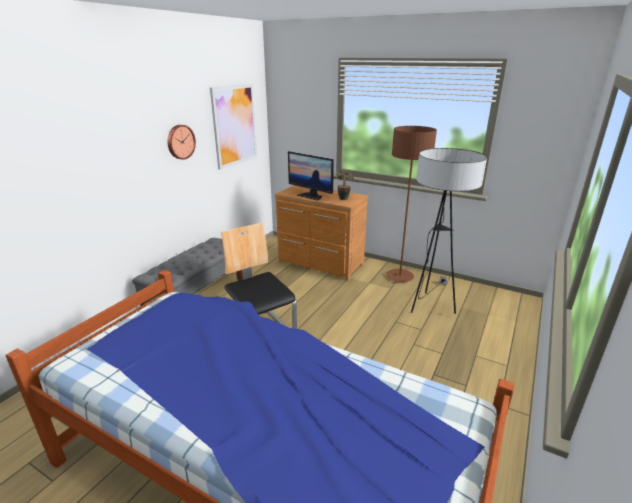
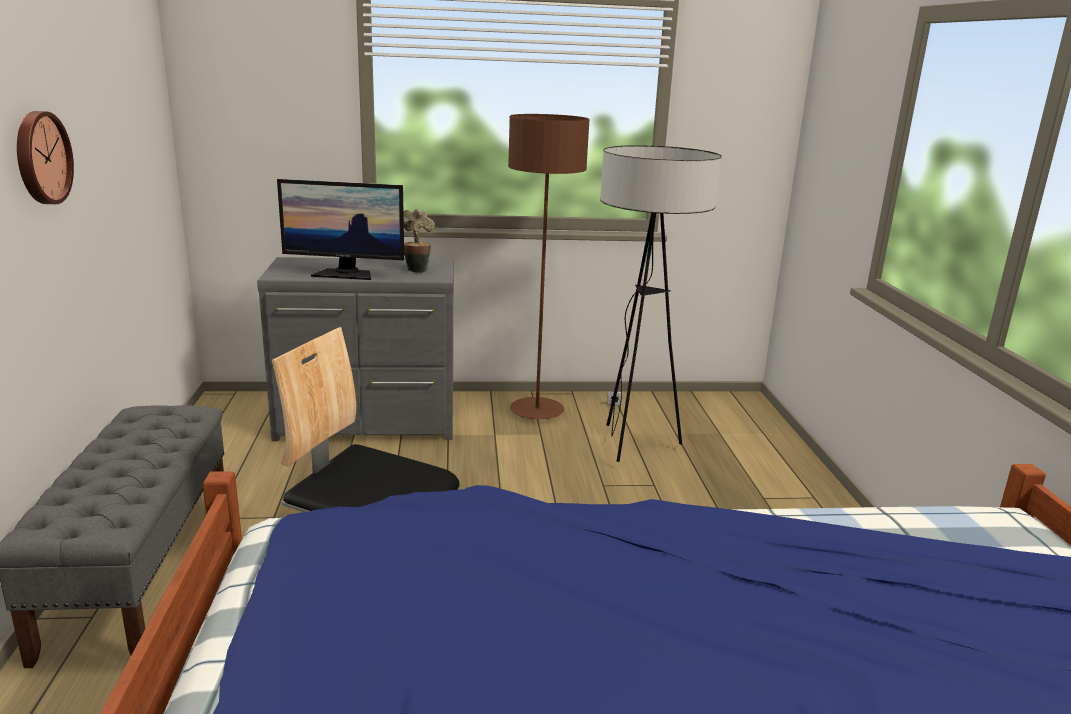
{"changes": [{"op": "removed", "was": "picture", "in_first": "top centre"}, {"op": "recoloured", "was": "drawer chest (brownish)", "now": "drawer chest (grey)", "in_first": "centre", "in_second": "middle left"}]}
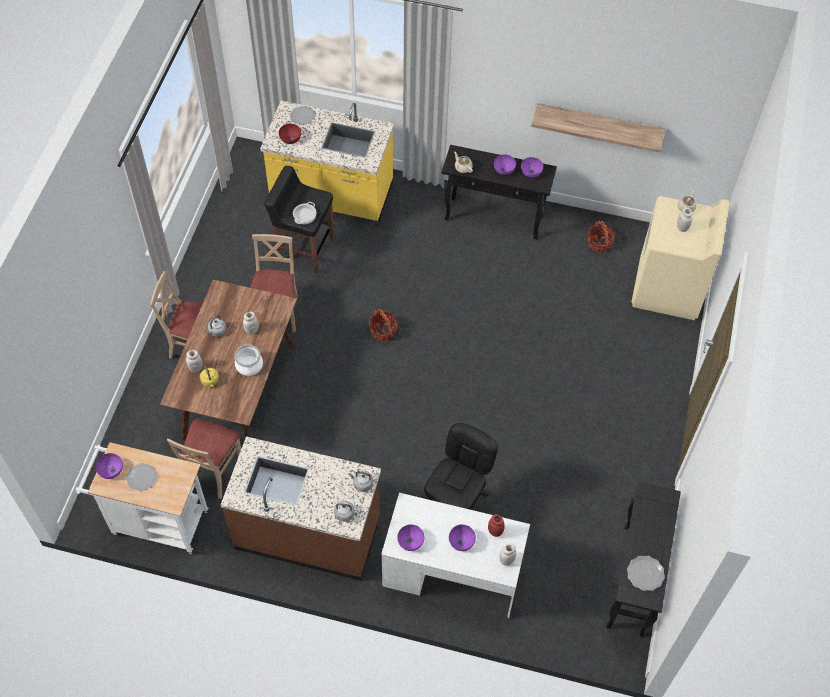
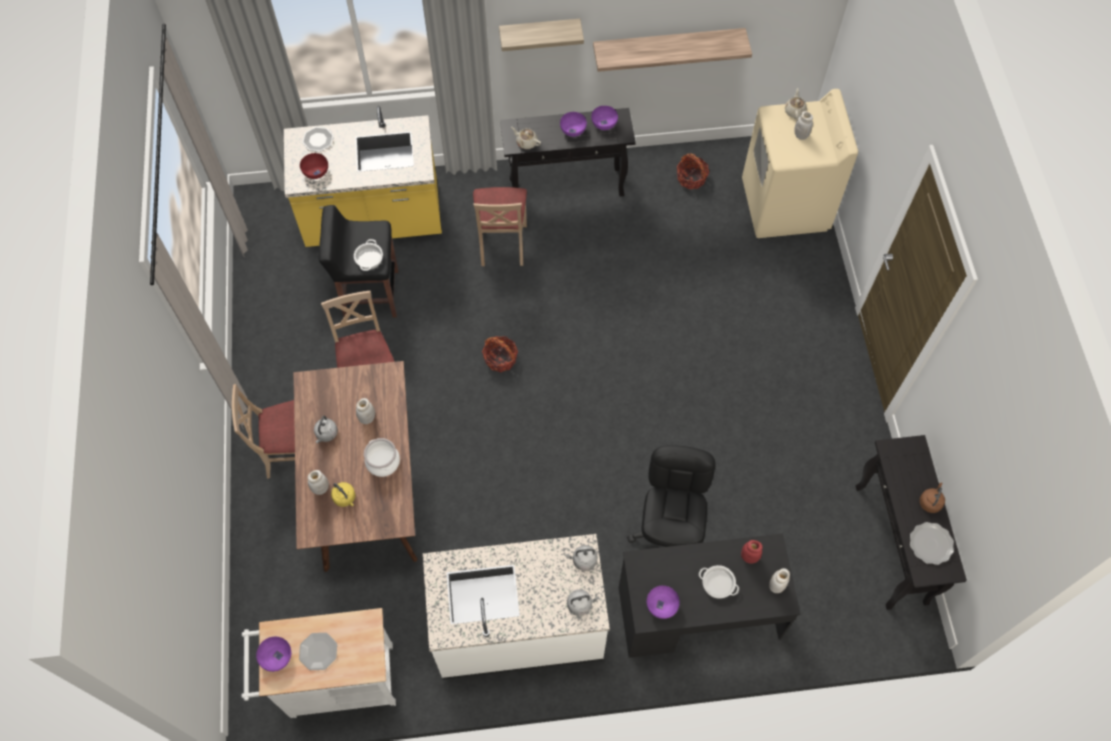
{"changes": [{"op": "moved", "was": "plain chair (beige) (2nd from left in the first image)", "now": "plain chair (beige) (3rd from left)", "in_first": "middle left", "in_second": "top centre"}, {"op": "recoloured", "was": "counter (brownish)", "now": "counter (whitish)", "in_first": "bottom centre", "in_second": "bottom centre"}, {"op": "recoloured", "was": "desk table (whitish)", "now": "desk table (black)", "in_first": "bottom centre", "in_second": "bottom centre"}, {"op": "replaced", "was": "bowl (purplish) (3rd from left)", "now": "stockpot (3rd from left)", "in_first": "bottom centre", "in_second": "bottom centre"}, {"op": "added", "now": "bracket shelf (1st from left)", "in_second": "top centre"}, {"op": "added", "now": "tea kettle (brownish)", "in_second": "bottom right"}]}
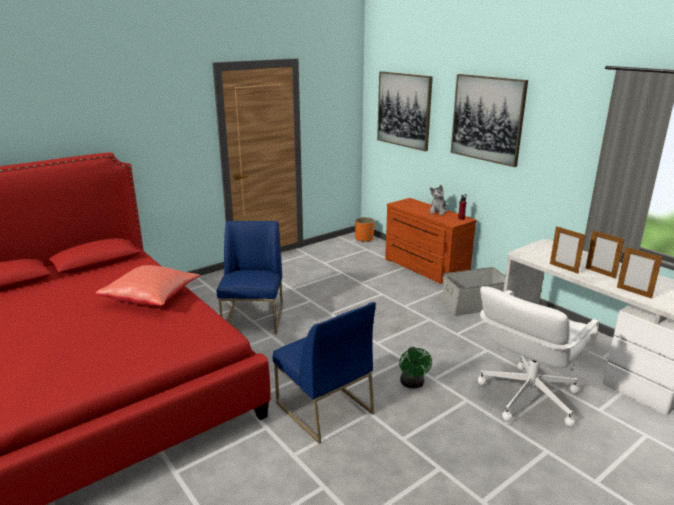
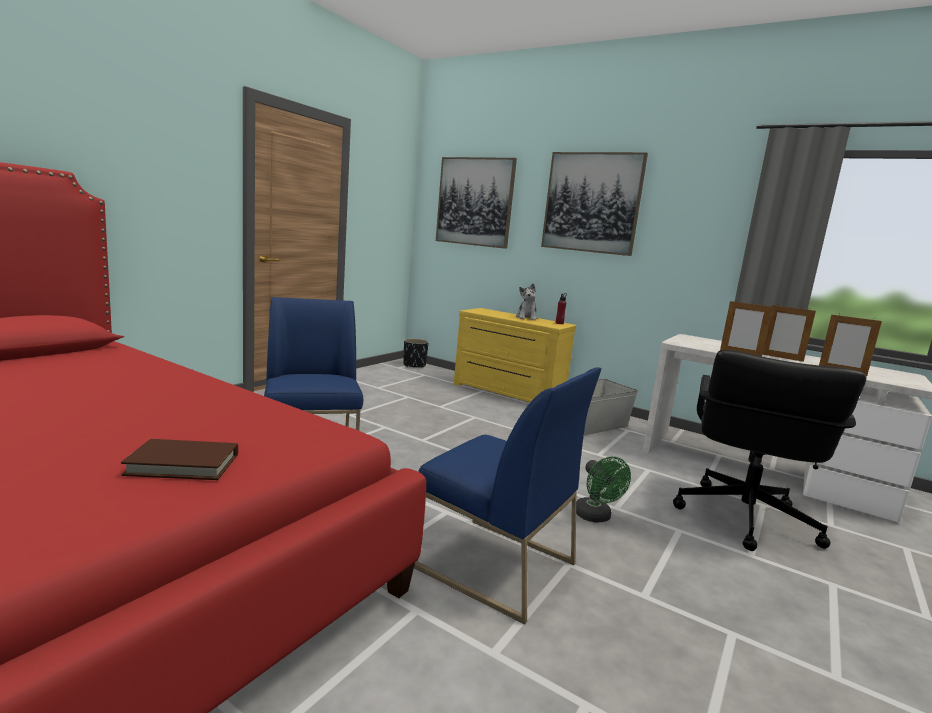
{"changes": [{"op": "removed", "was": "throw pillow (red-coloured)", "in_first": "middle left"}, {"op": "recoloured", "was": "planter (orangey)", "now": "planter (black)", "in_first": "centre", "in_second": "centre"}, {"op": "recoloured", "was": "drawer chest (brownish)", "now": "drawer chest (yellowish)", "in_first": "centre", "in_second": "centre"}, {"op": "recoloured", "was": "office chair (whitish)", "now": "office chair (black)", "in_first": "bottom right", "in_second": "middle right"}, {"op": "added", "now": "book (brownish)", "in_second": "middle left"}]}
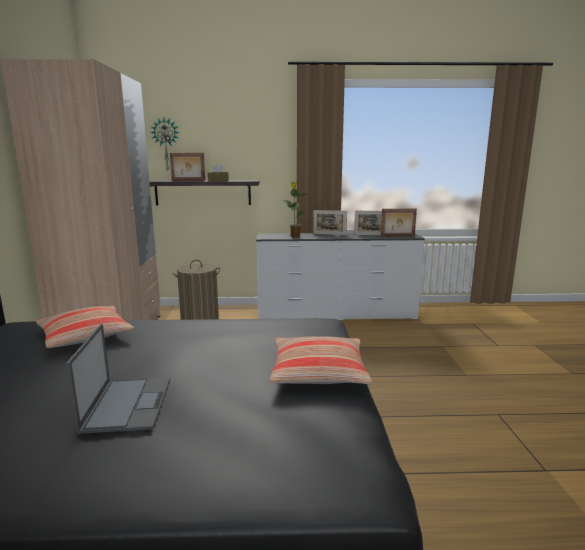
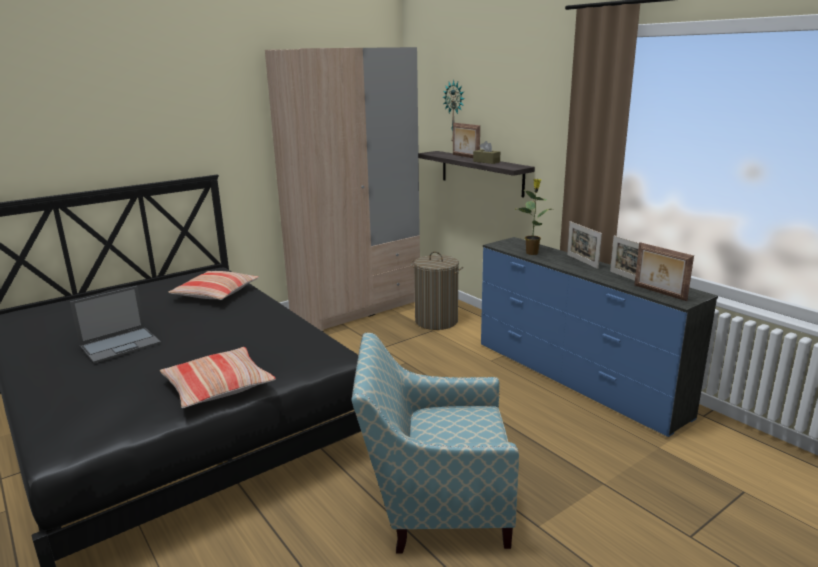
{"changes": [{"op": "recoloured", "was": "drawer chest (whitish)", "now": "drawer chest (bluish)", "in_first": "centre", "in_second": "middle right"}, {"op": "added", "now": "lounge chair", "in_second": "bottom centre"}]}
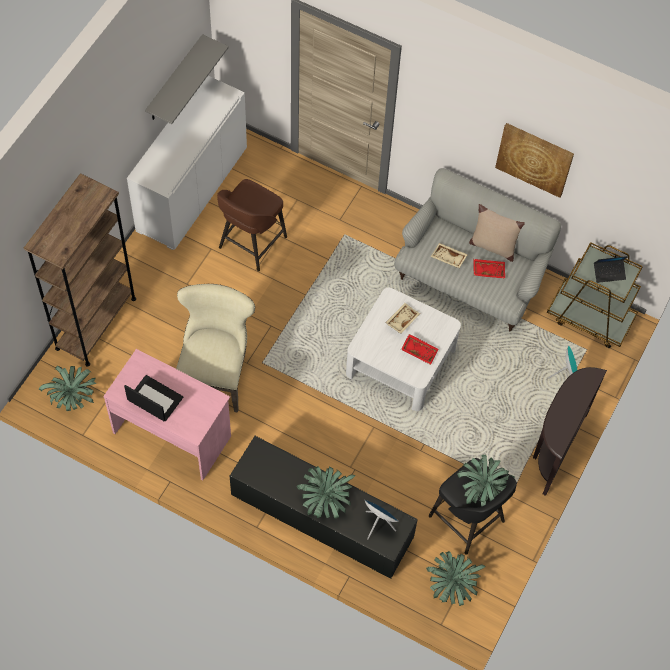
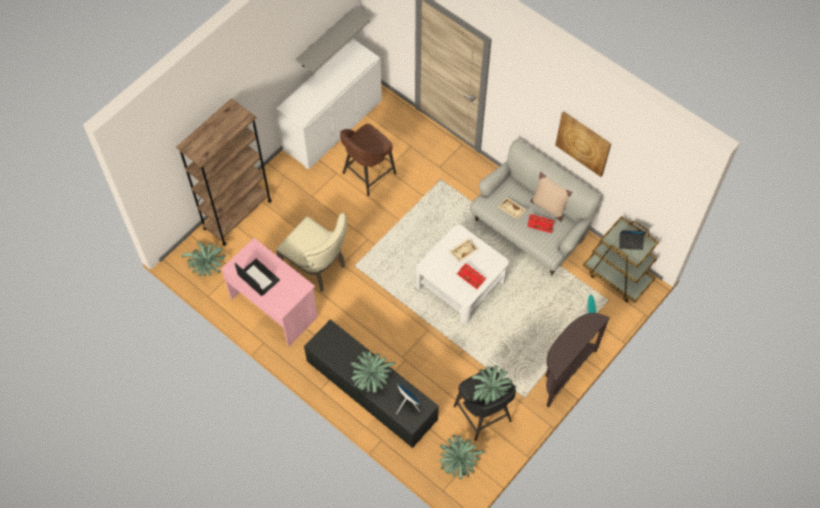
{"changes": [{"op": "turned", "was": "plain chair (beige)", "in_first": "middle left", "in_second": "centre", "clockwise": 105}]}
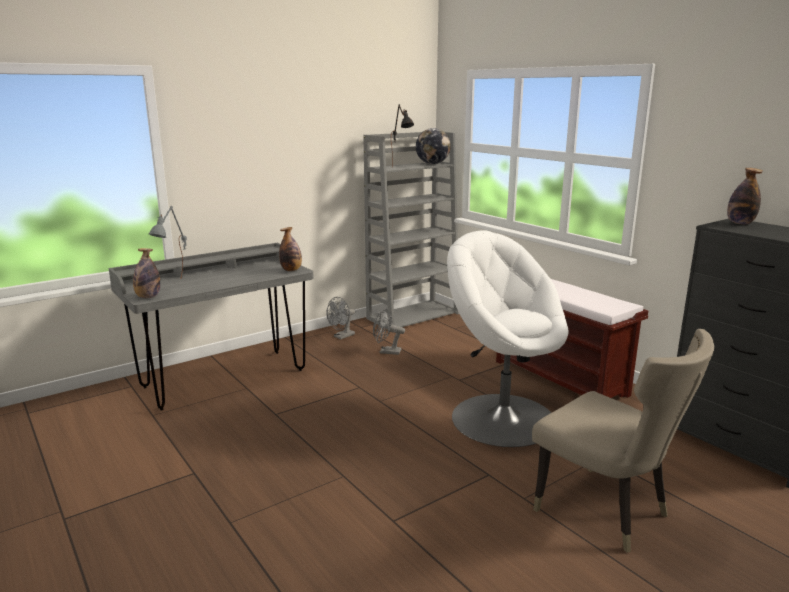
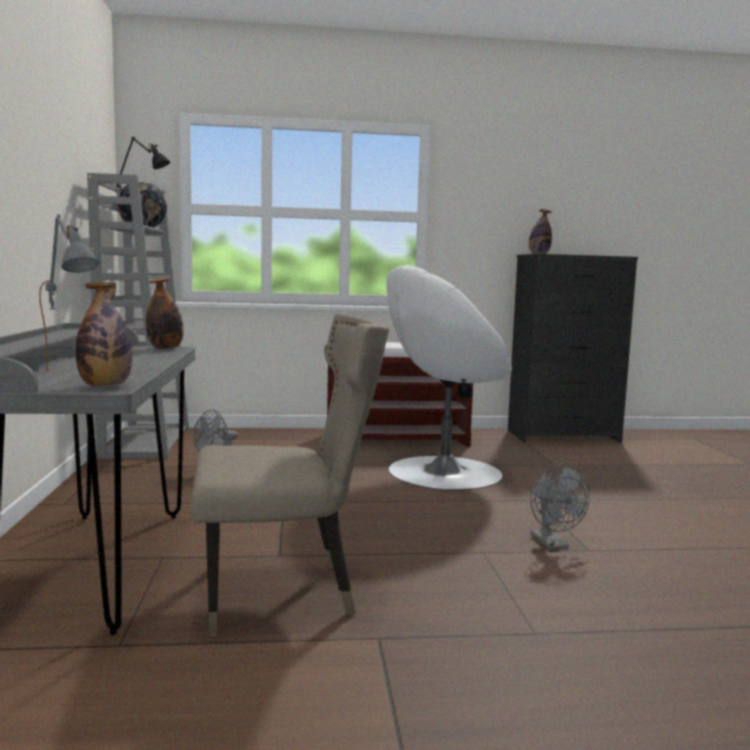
{"changes": [{"op": "moved", "was": "fan (grey) (1st from left in the first image)", "now": "fan (grey) (2nd from left)", "in_first": "centre", "in_second": "bottom right"}, {"op": "moved", "was": "plain chair (beige)", "in_first": "bottom right", "in_second": "centre"}]}
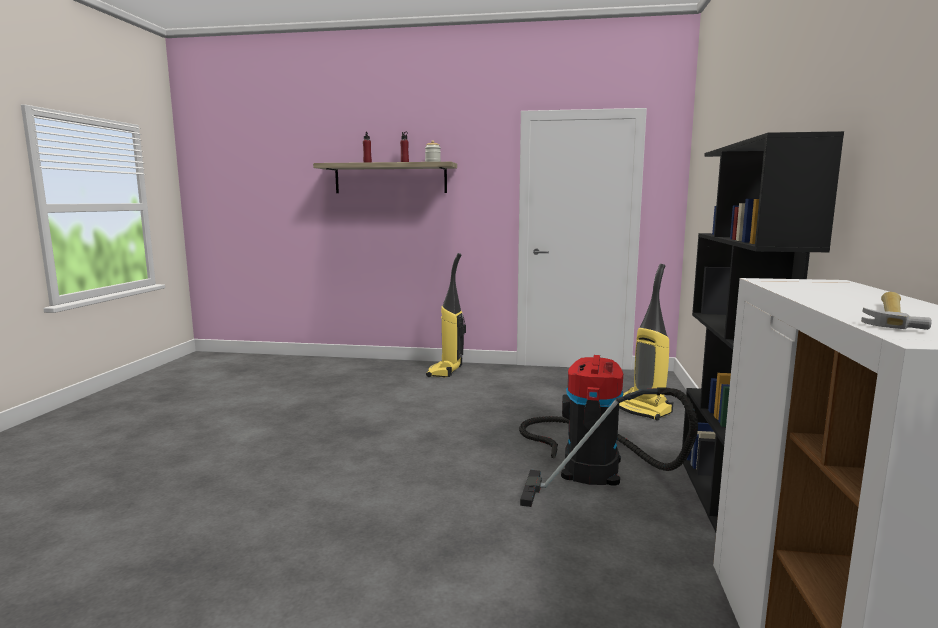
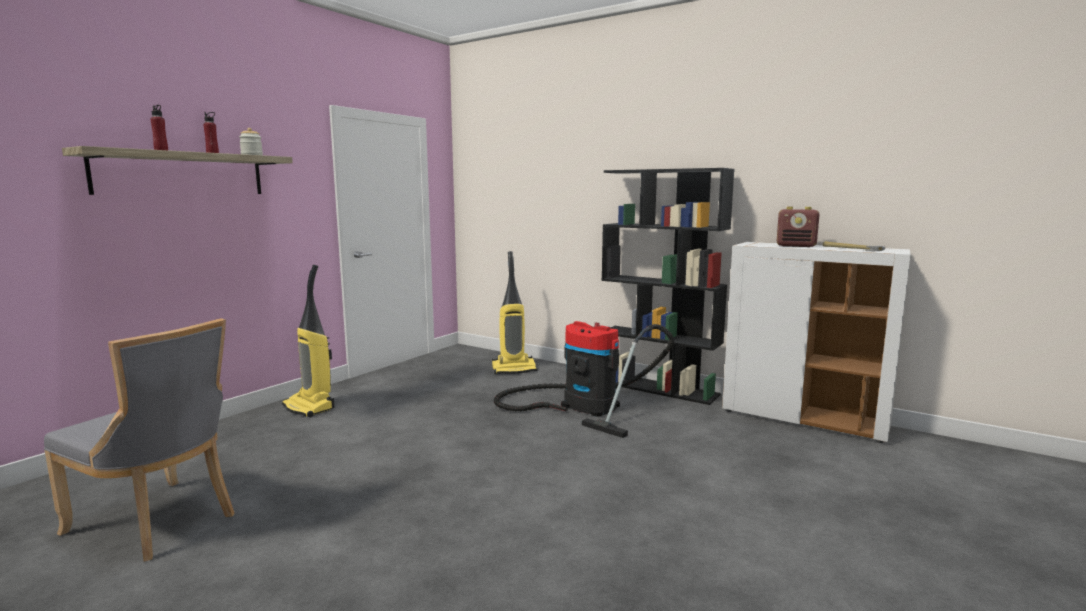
{"changes": [{"op": "added", "now": "plain chair (grey)", "in_second": "bottom left"}, {"op": "added", "now": "radio set", "in_second": "middle right"}]}
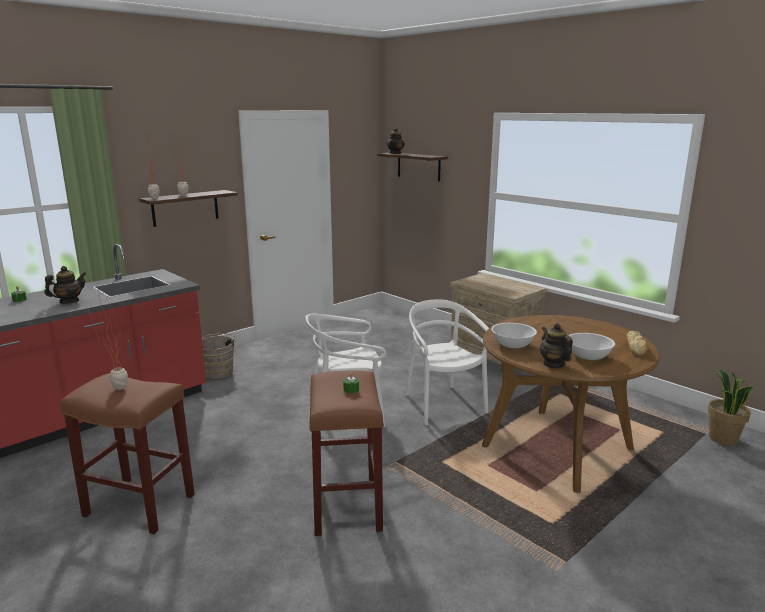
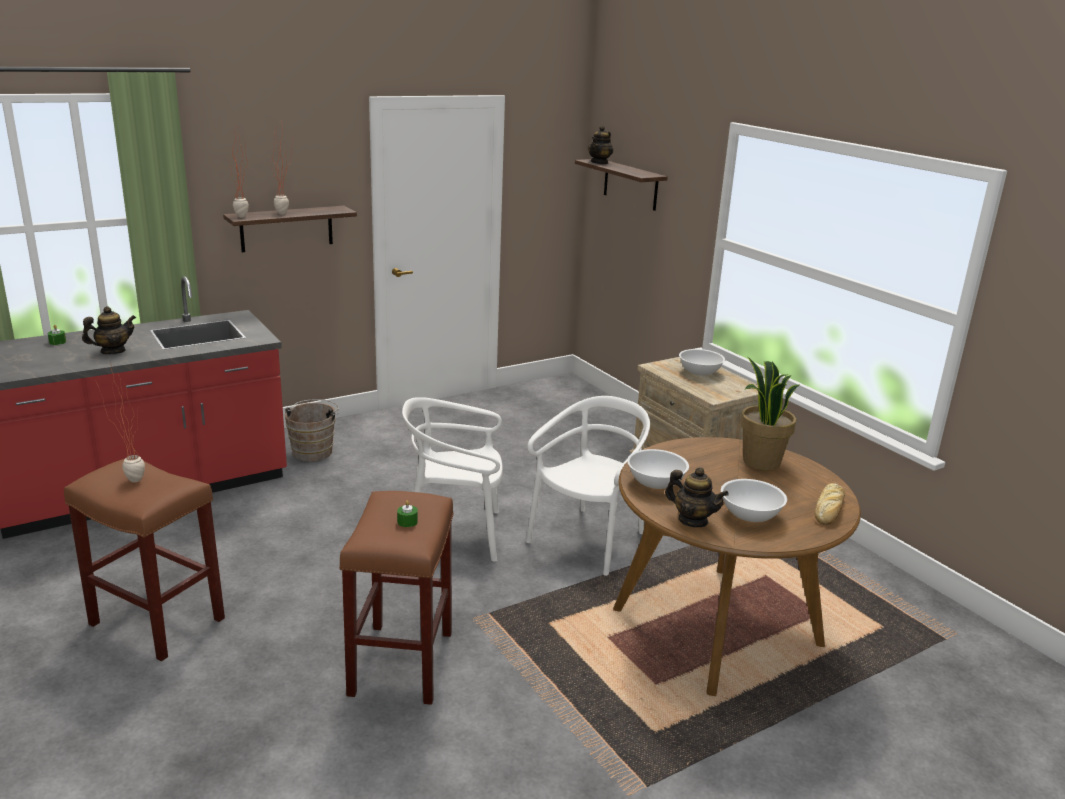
{"changes": [{"op": "turned", "was": "plain chair (whitish) (2nd from left)", "in_first": "centre", "in_second": "centre", "clockwise": 45}, {"op": "turned", "was": "teapot (3rd from left)", "in_first": "middle right", "in_second": "centre", "clockwise": 135}, {"op": "moved", "was": "potted plant (4th from left)", "in_first": "bottom right", "in_second": "middle right"}, {"op": "added", "now": "bowl (whitish) (2nd from left)", "in_second": "centre"}]}
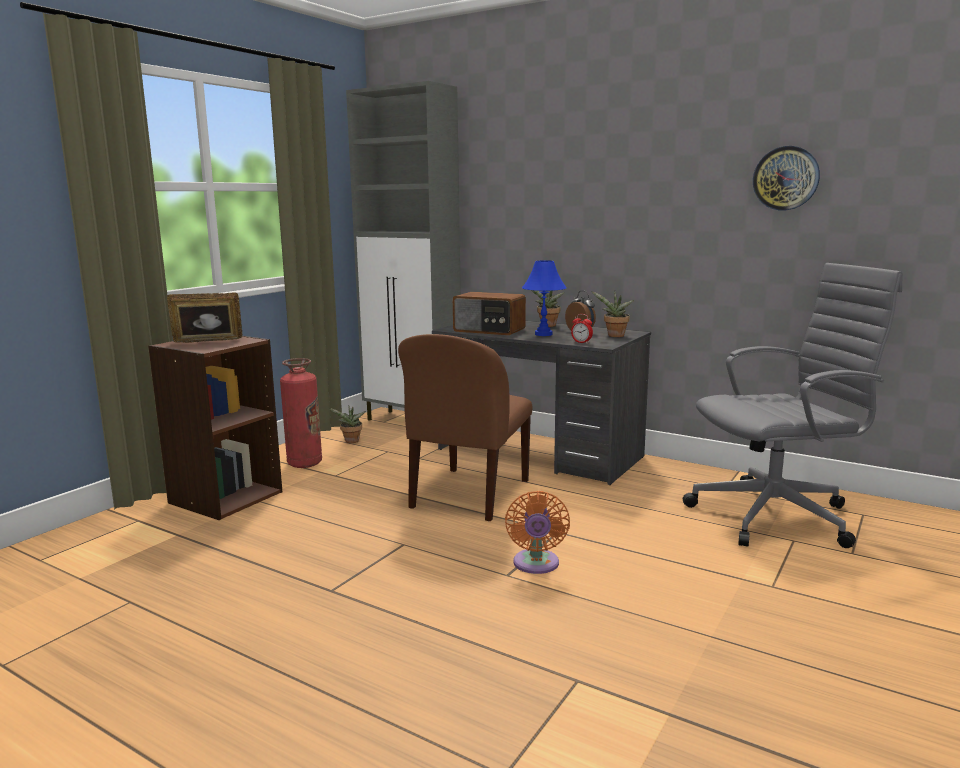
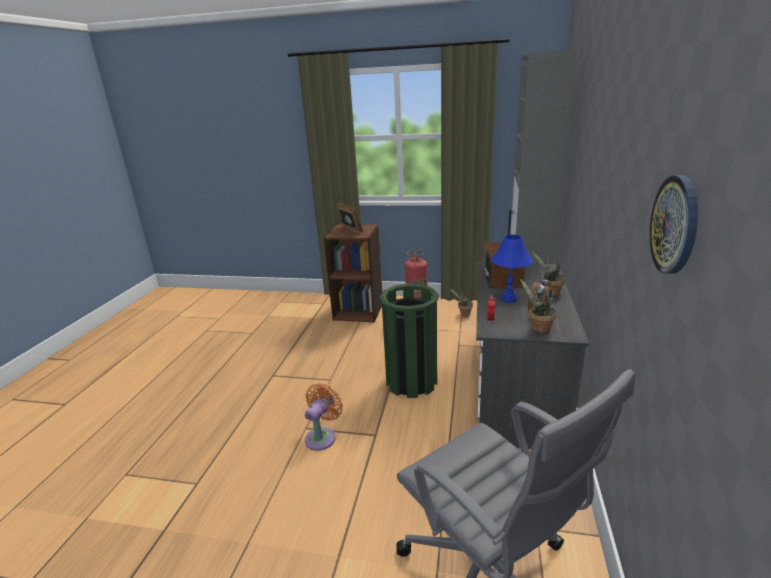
{"changes": [{"op": "replaced", "was": "plain chair (brownish)", "now": "trash can (green-coloured)", "in_first": "centre", "in_second": "centre"}, {"op": "turned", "was": "fan (orangey)", "in_first": "bottom centre", "in_second": "bottom centre", "clockwise": 135}]}
